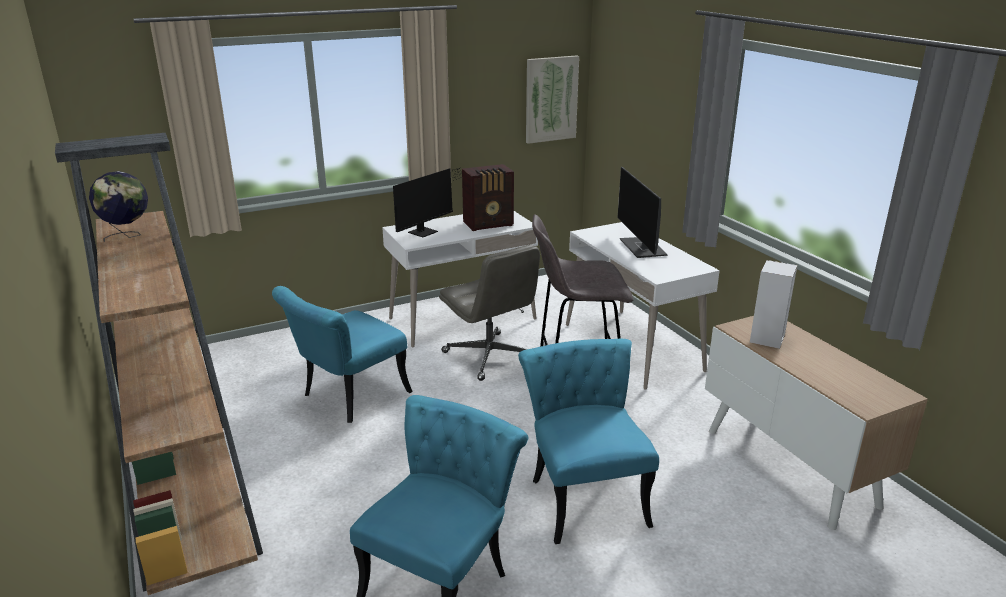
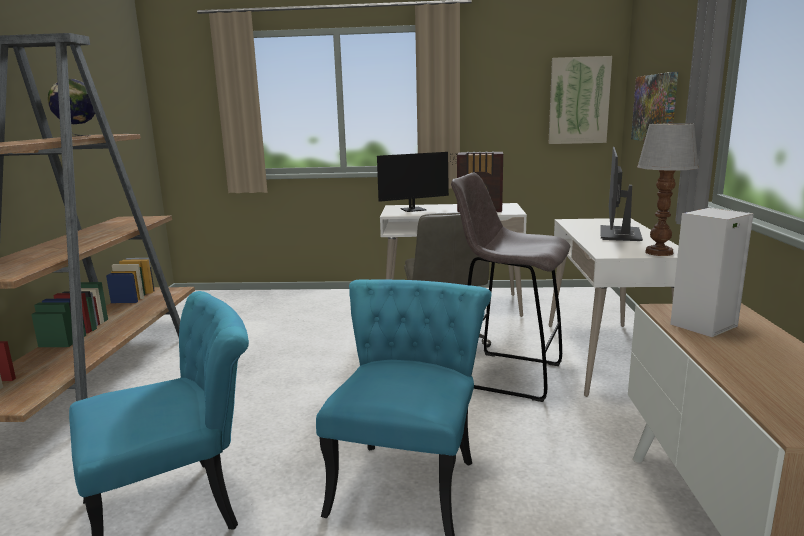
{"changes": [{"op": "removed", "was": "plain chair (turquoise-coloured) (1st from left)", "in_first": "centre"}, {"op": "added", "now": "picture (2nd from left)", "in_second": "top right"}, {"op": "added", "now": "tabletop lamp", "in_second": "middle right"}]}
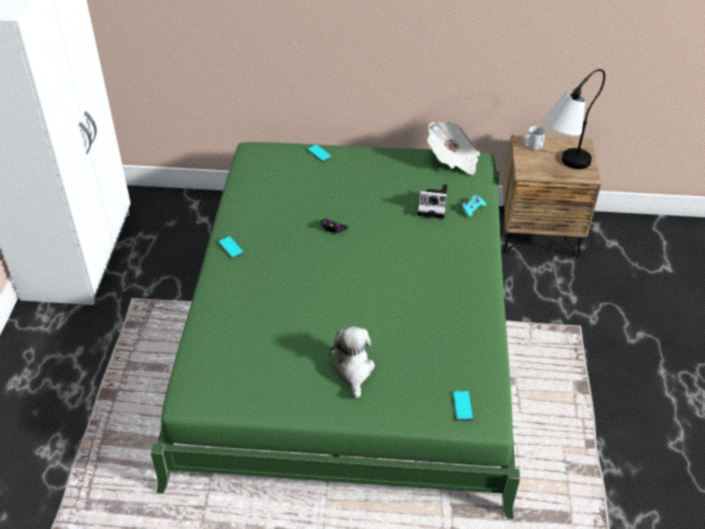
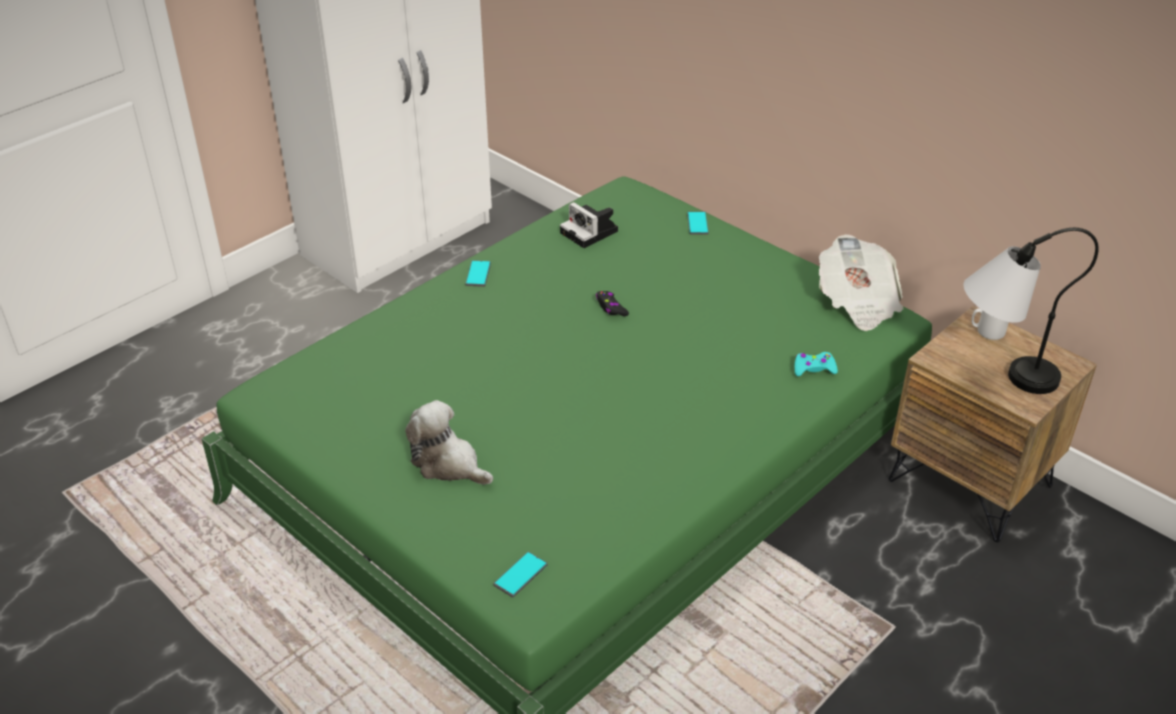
{"changes": [{"op": "turned", "was": "cuddly toy", "in_first": "bottom centre", "in_second": "centre", "clockwise": -90}, {"op": "moved", "was": "photo camera", "in_first": "centre", "in_second": "top centre"}]}
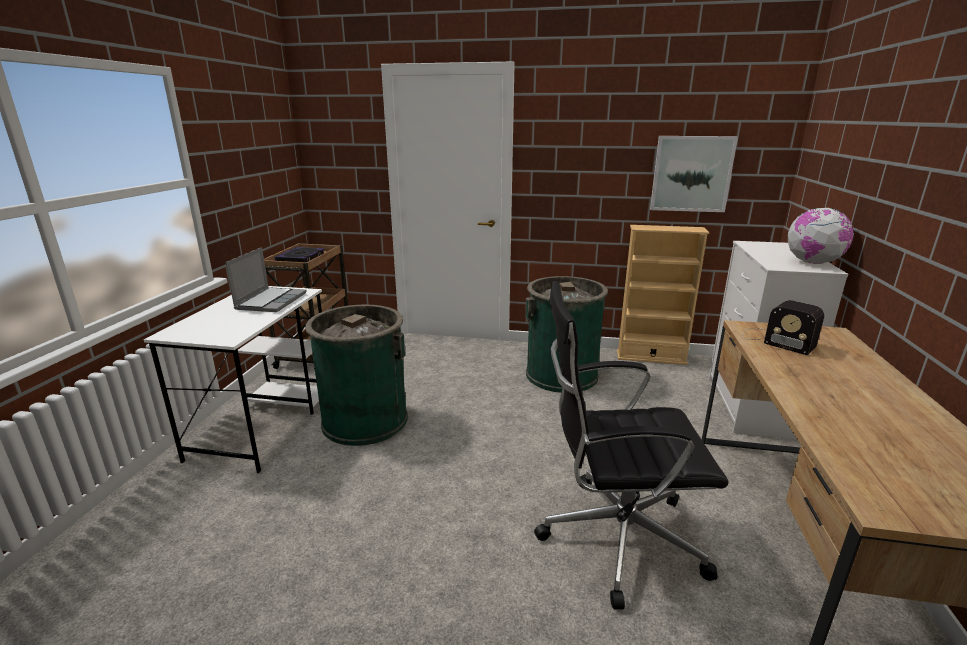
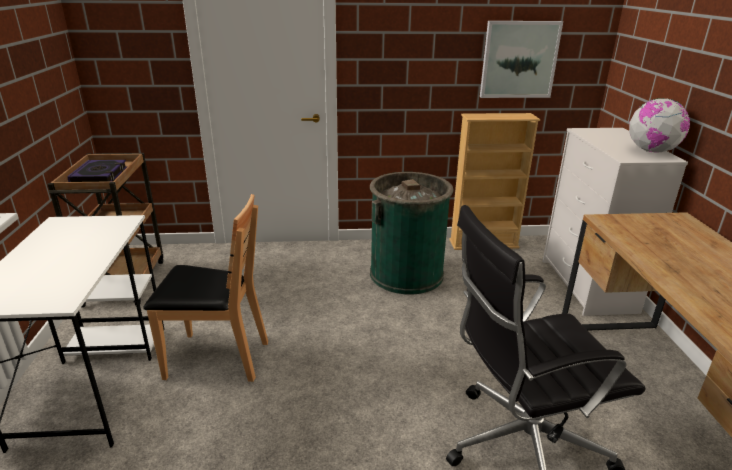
{"changes": [{"op": "removed", "was": "laptop", "in_first": "middle left"}, {"op": "replaced", "was": "trash can (green-coloured) (1st from left)", "now": "plain chair (brownish)", "in_first": "centre", "in_second": "middle left"}, {"op": "removed", "was": "radio set", "in_first": "middle right"}]}
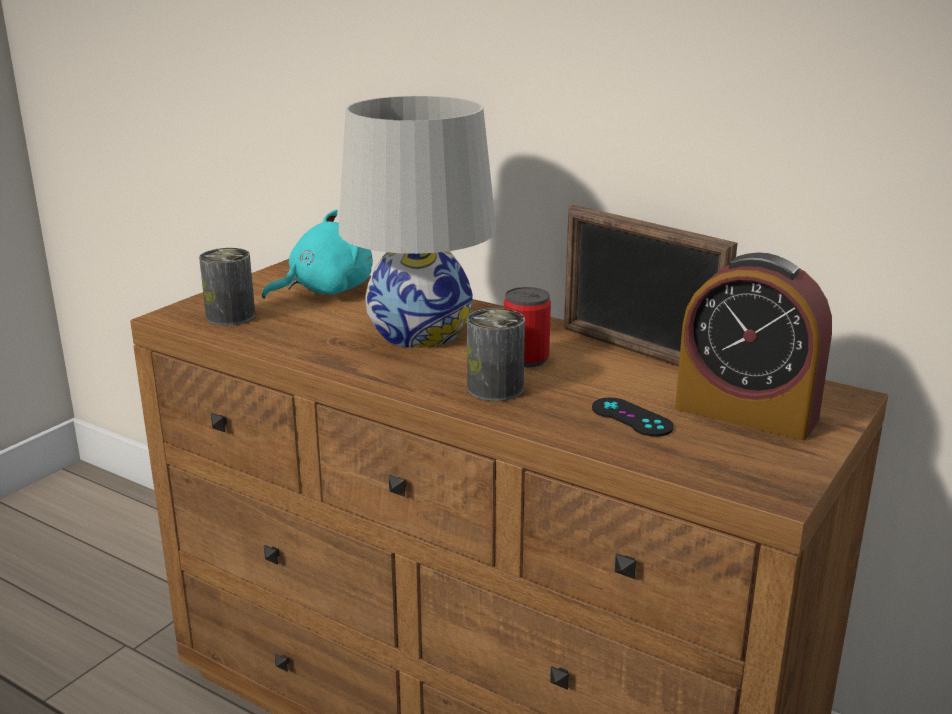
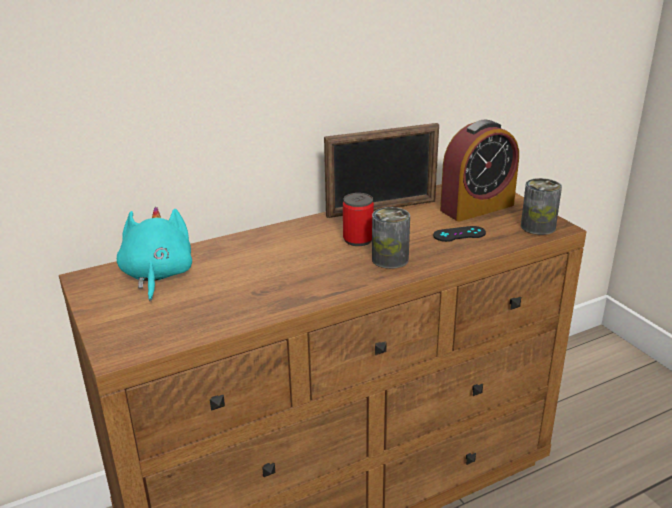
{"changes": [{"op": "moved", "was": "sealed can (1st from left in the first image)", "now": "sealed can (3rd from left)", "in_first": "middle left", "in_second": "middle right"}, {"op": "removed", "was": "tabletop lamp (whitish)", "in_first": "top centre"}]}
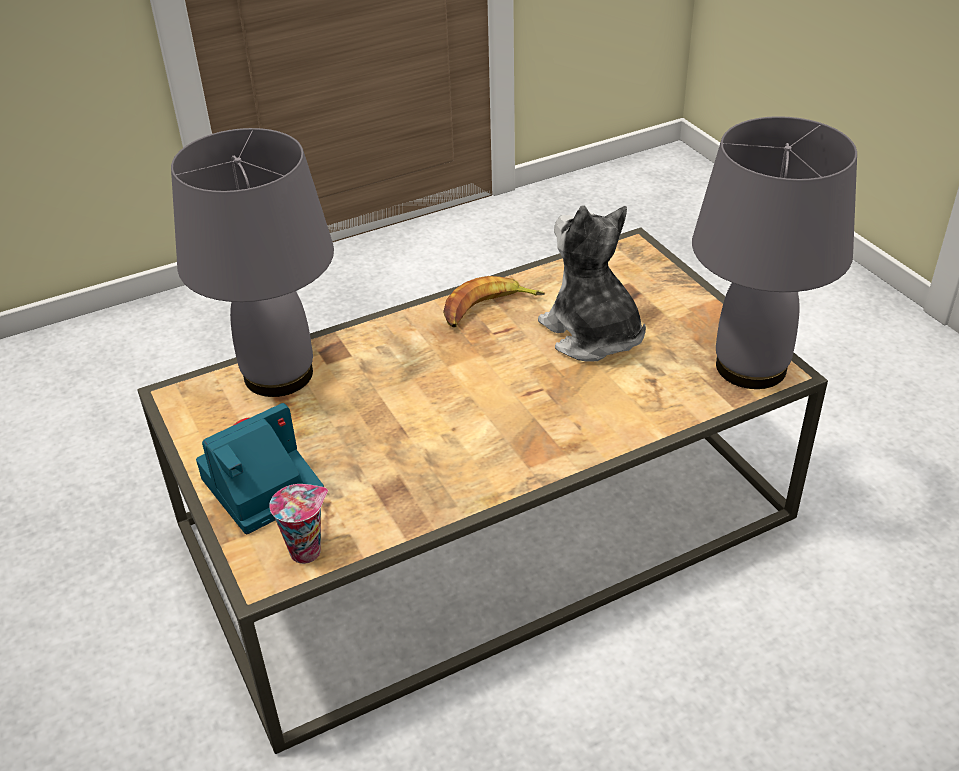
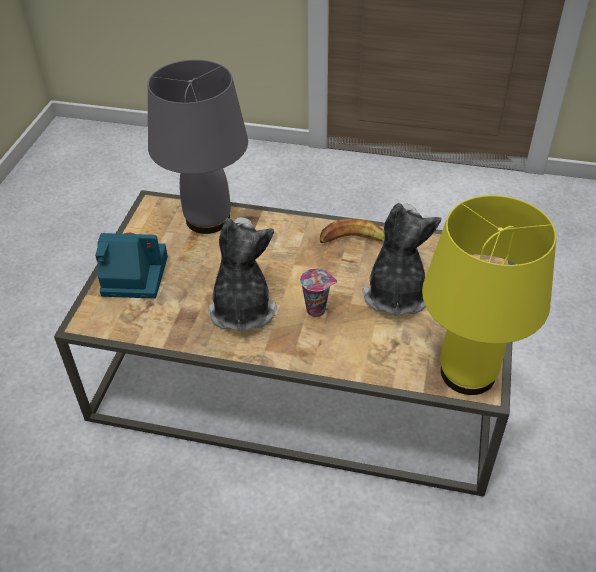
{"changes": [{"op": "moved", "was": "cup", "in_first": "bottom left", "in_second": "centre"}, {"op": "recoloured", "was": "tabletop lamp (grey) (2nd from left)", "now": "tabletop lamp (yellowish)", "in_first": "top right", "in_second": "middle right"}, {"op": "added", "now": "cuddly toy (1st from left)", "in_second": "centre"}]}
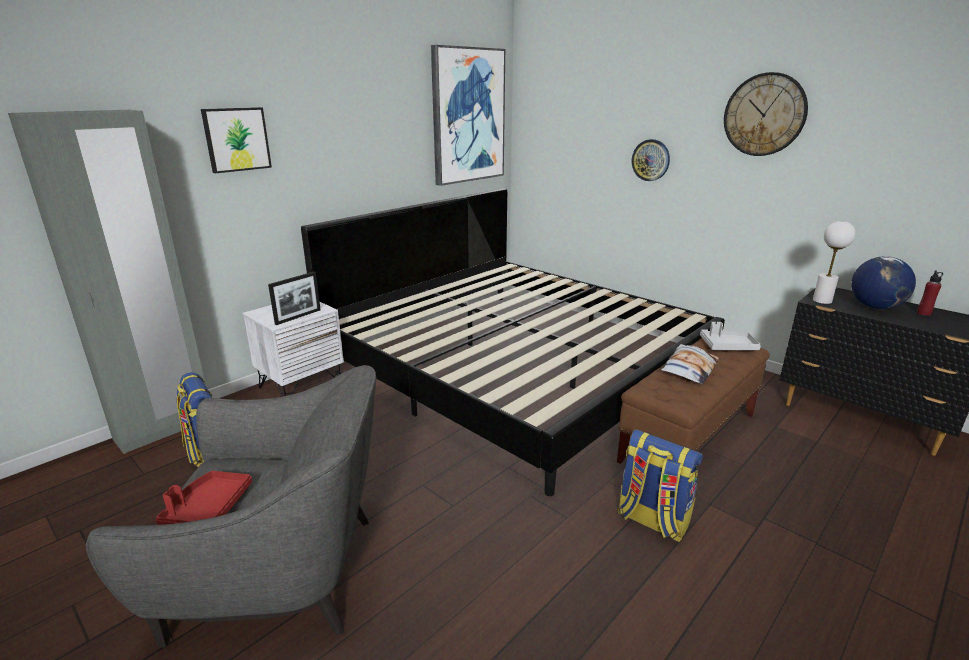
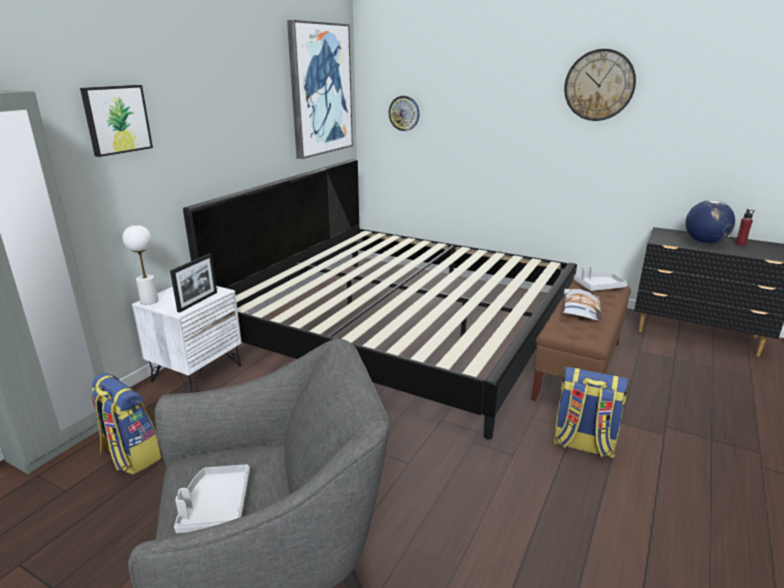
{"changes": [{"op": "recoloured", "was": "tray (red-coloured)", "now": "tray (grey) (1st from left)", "in_first": "bottom left", "in_second": "bottom left"}, {"op": "moved", "was": "hanging clock (1st from left)", "in_first": "top right", "in_second": "top centre"}, {"op": "moved", "was": "tabletop lamp (whitish)", "in_first": "middle right", "in_second": "middle left"}]}
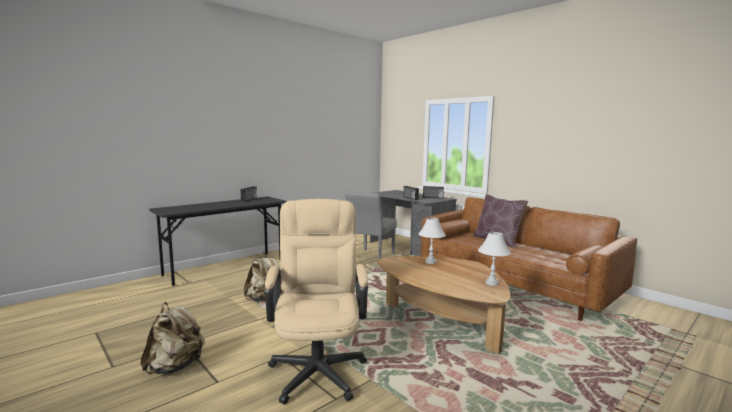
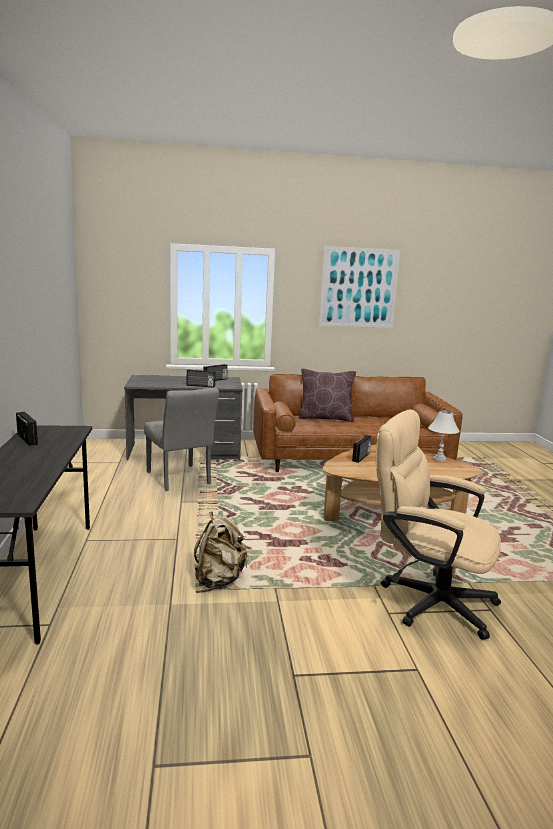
{"changes": [{"op": "removed", "was": "backpack (beige) (1st from left)", "in_first": "bottom left"}, {"op": "replaced", "was": "tabletop lamp (whitish) (1st from left)", "now": "radio set (4th from left)", "in_first": "centre", "in_second": "centre"}, {"op": "added", "now": "picture", "in_second": "centre"}]}
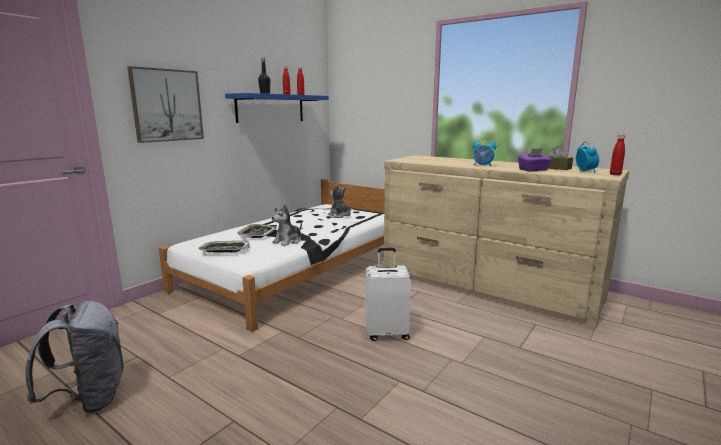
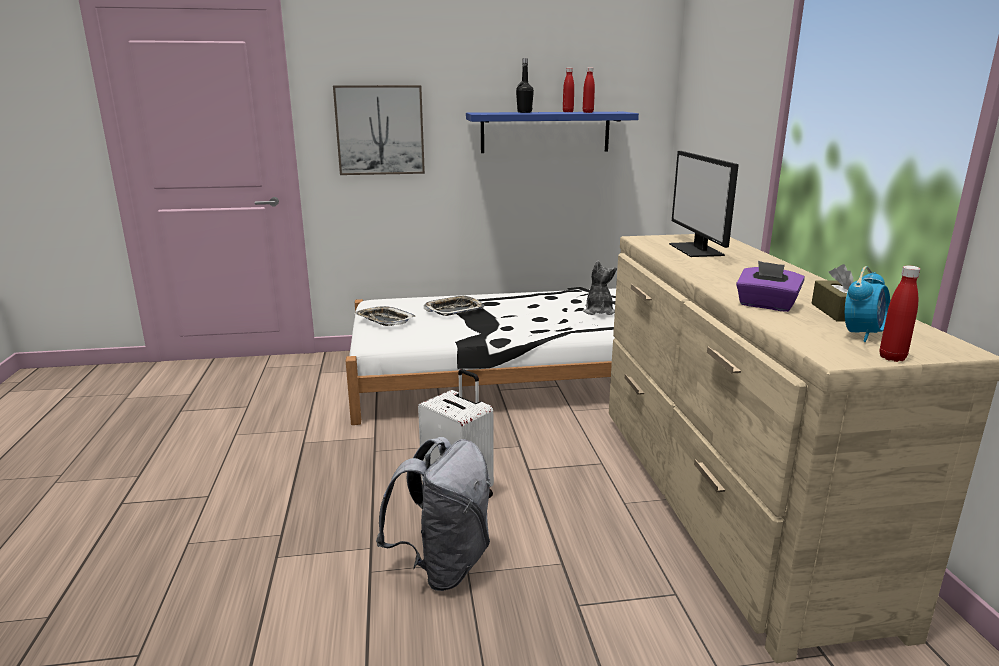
{"changes": [{"op": "moved", "was": "backpack (grey)", "in_first": "bottom left", "in_second": "bottom centre"}, {"op": "removed", "was": "cuddly toy (1st from left)", "in_first": "centre"}, {"op": "removed", "was": "alarm clock (1st from left)", "in_first": "middle right"}, {"op": "added", "now": "computer screen", "in_second": "top right"}]}
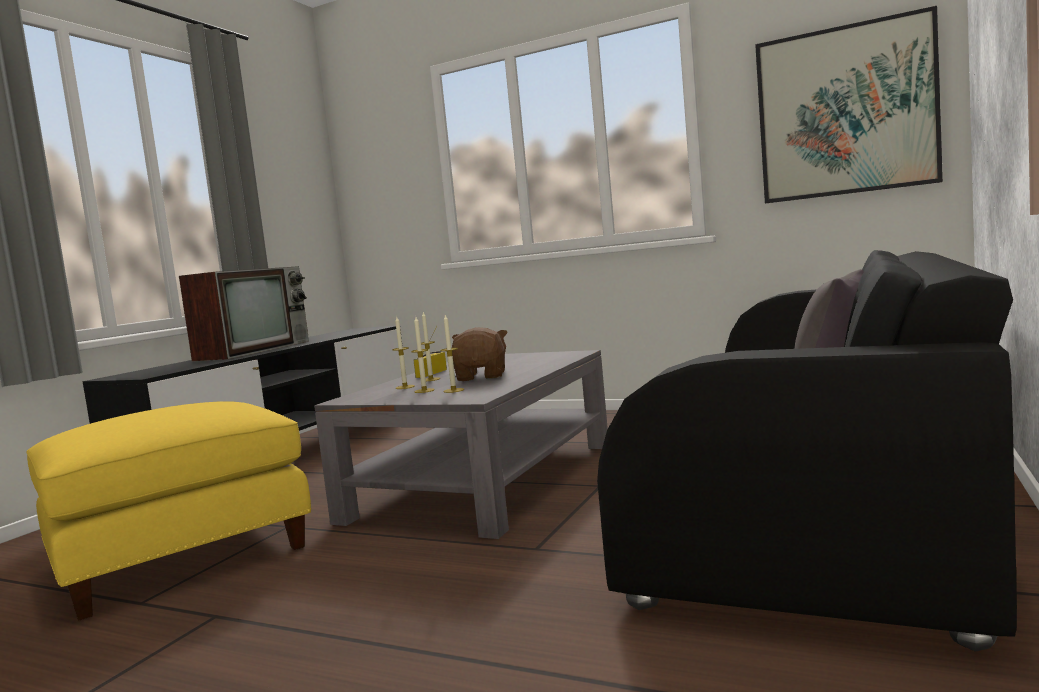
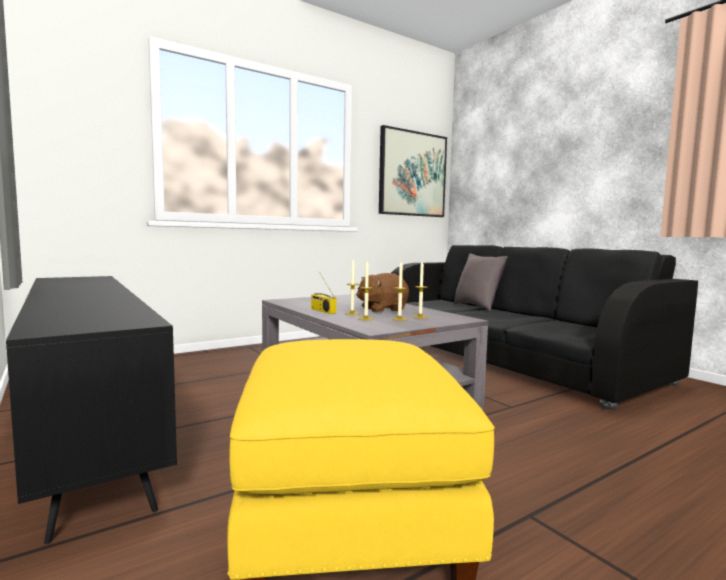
{"changes": [{"op": "removed", "was": "television", "in_first": "middle left"}, {"op": "turned", "was": "cuddly toy (brownish)", "in_first": "centre", "in_second": "centre", "clockwise": -60}]}
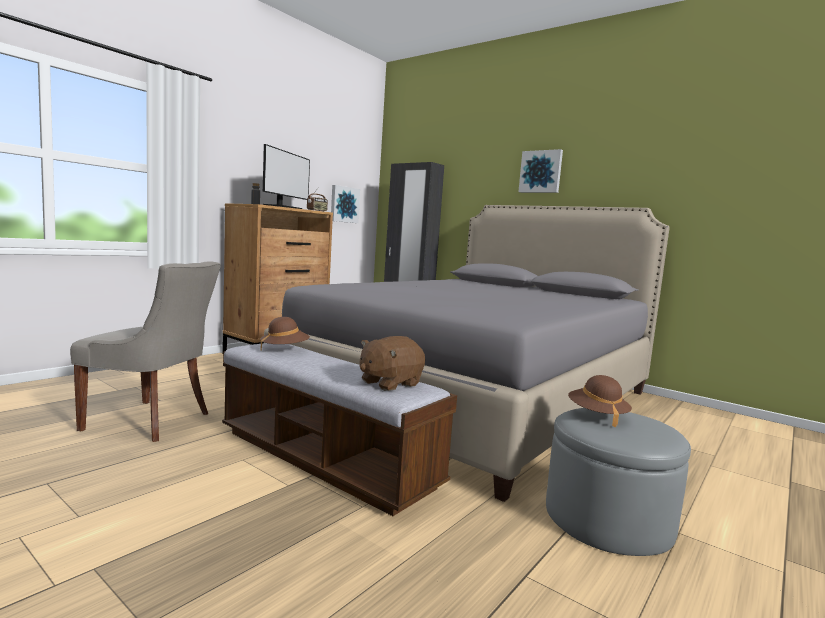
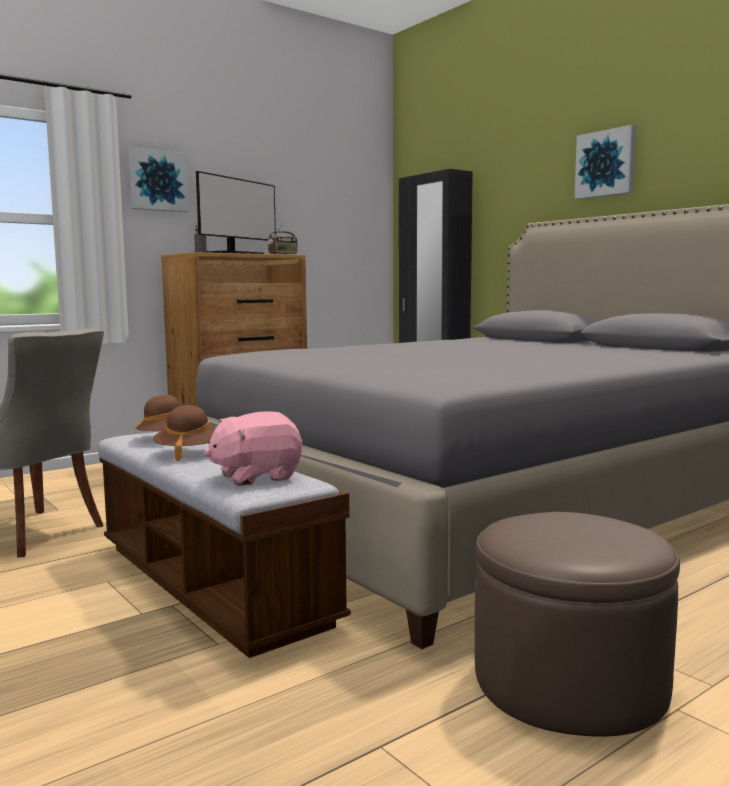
{"changes": [{"op": "moved", "was": "picture (1st from left)", "in_first": "top centre", "in_second": "top left"}, {"op": "recoloured", "was": "cuddly toy (brownish)", "now": "cuddly toy (pink)", "in_first": "centre", "in_second": "centre"}, {"op": "recoloured", "was": "pouffe (grey)", "now": "pouffe (brownish)", "in_first": "bottom right", "in_second": "bottom right"}, {"op": "moved", "was": "clothing hat (brownish) (2nd from left)", "in_first": "middle right", "in_second": "middle left"}]}
